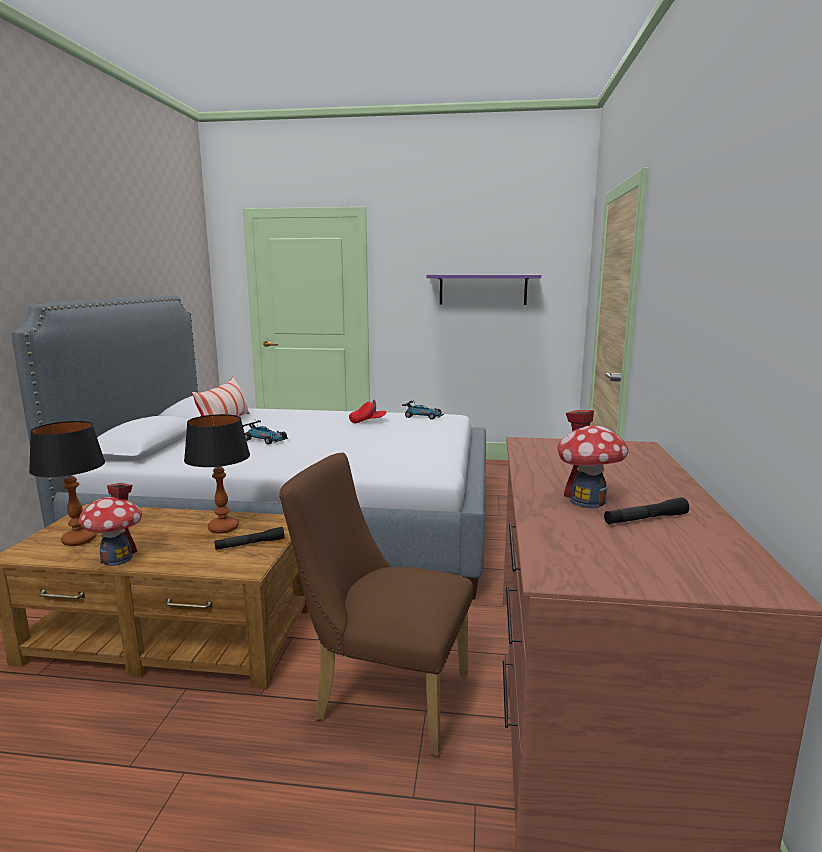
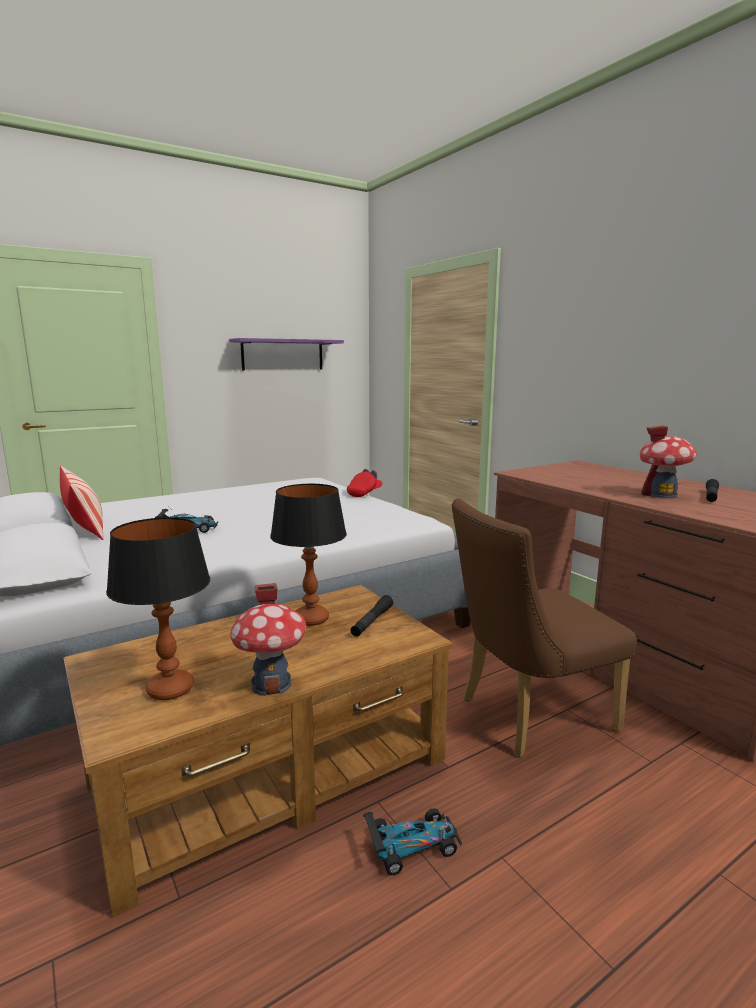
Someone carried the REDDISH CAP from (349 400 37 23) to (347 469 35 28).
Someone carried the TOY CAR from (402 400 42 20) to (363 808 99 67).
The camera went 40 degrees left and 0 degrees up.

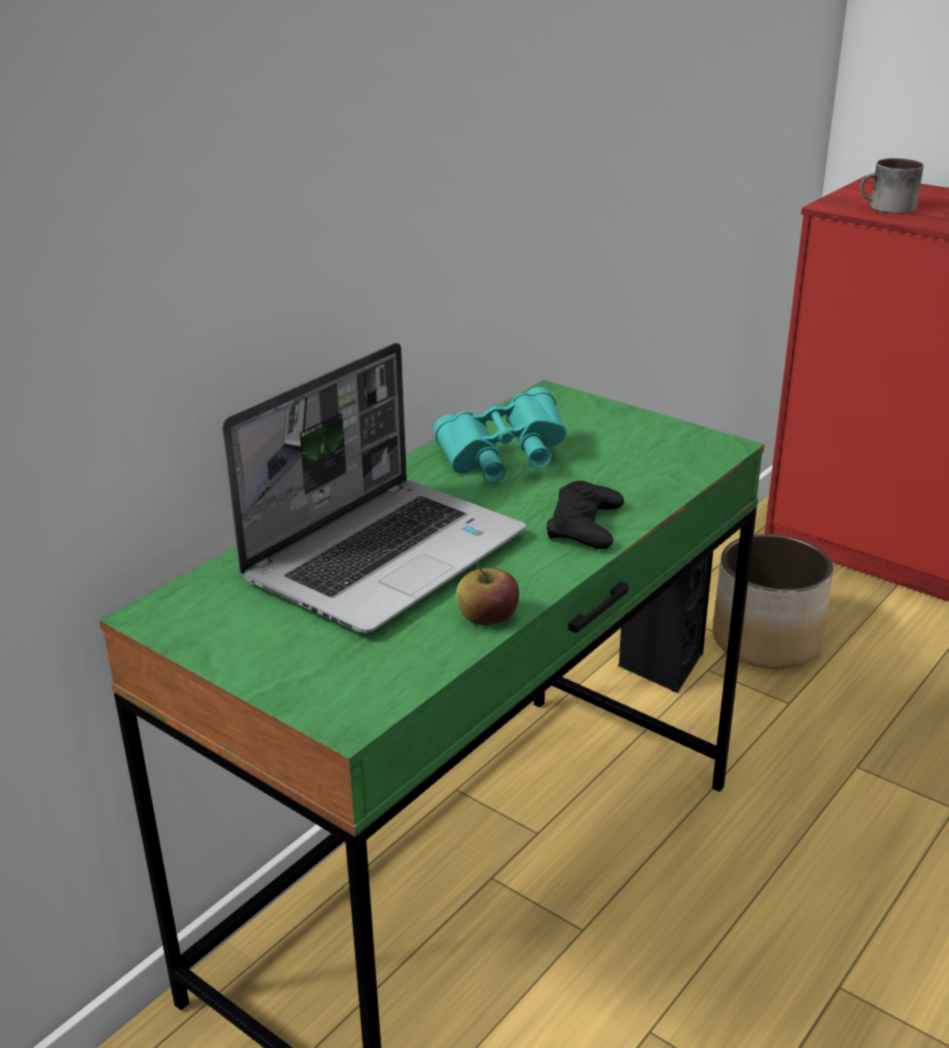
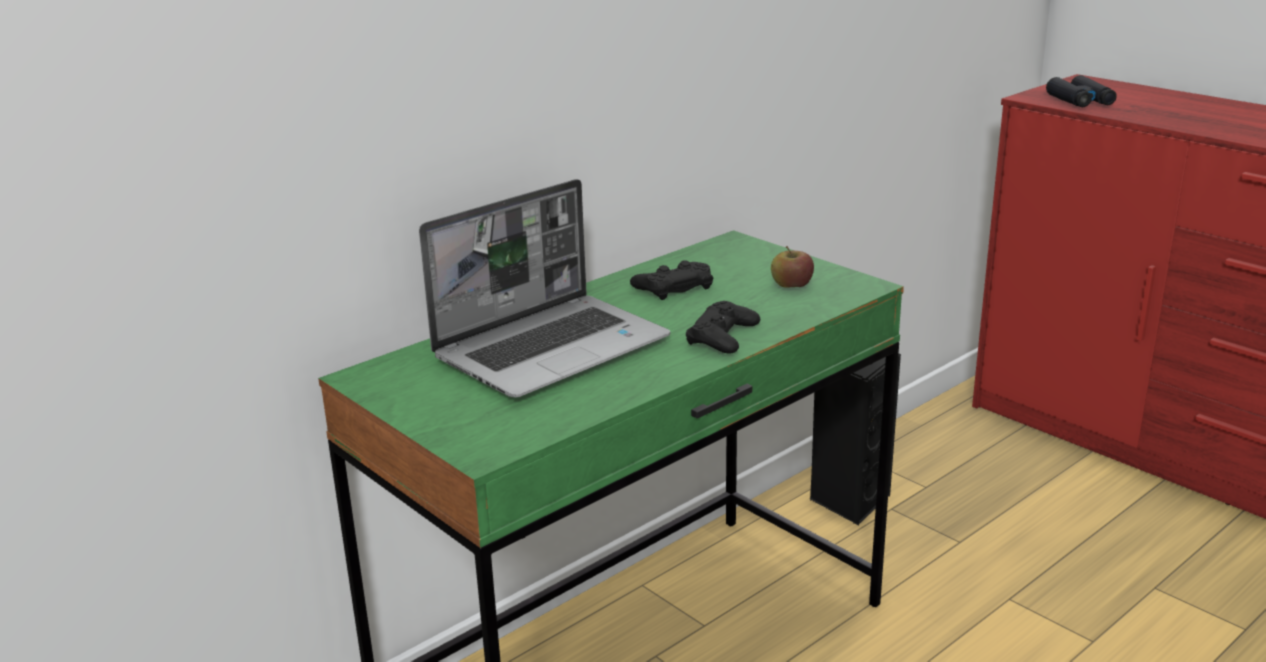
Someone swapped the TURQUOISE FIELD GLASSES at (433 387 134 96) for the BLACK GAMEPAD at (630 260 83 40).
Someone carried the WHOLE APPLE from (456 565 63 60) to (771 246 43 42).
Someone swapped the MUG at (860 158 63 56) for the BLACK FIELD GLASSES at (1046 75 71 32).
Someone took away the PLANTER at (713 534 121 135).
The camera went 10 degrees right and 5 degrees down.

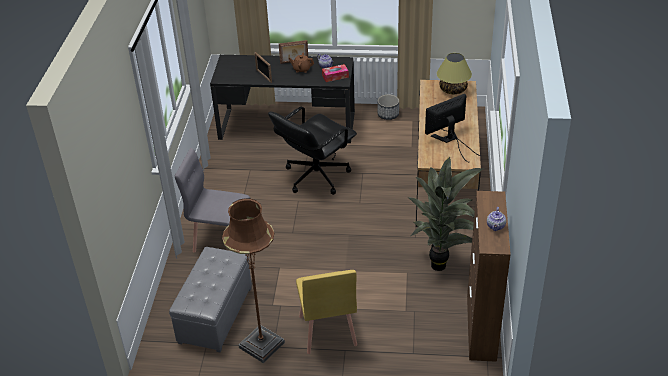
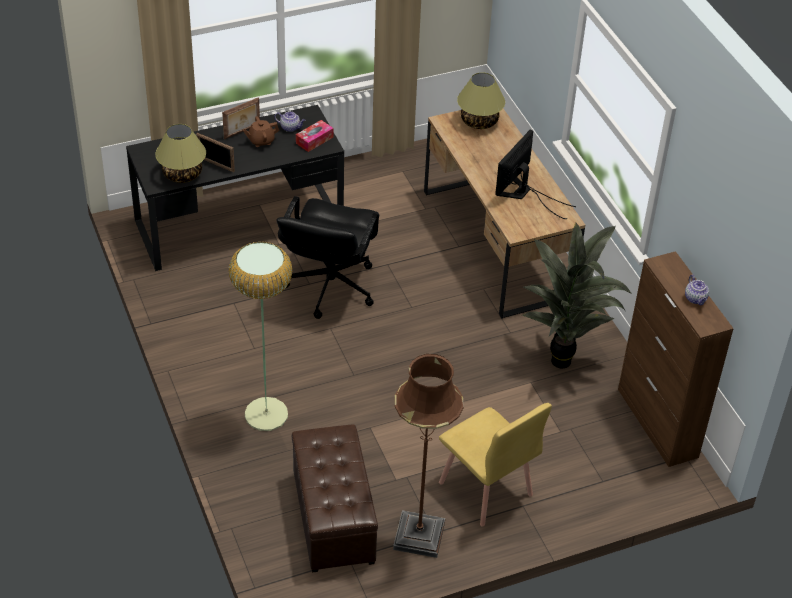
Someone put down the TABLETOP LAMP at (155 124 51 59).
Someone swapped the GREY CHAIR at (175 148 75 105) for the STANDING LAMP at (229 241 63 190).
Someone repainted the GREY POUFFE at (169 247 83 105), which became the BROWNISH POUFFE at (292 424 86 149).
Someone took away the PLANTER at (378 94 21 26).
The camera went 30 degrees left and 5 degrees up.

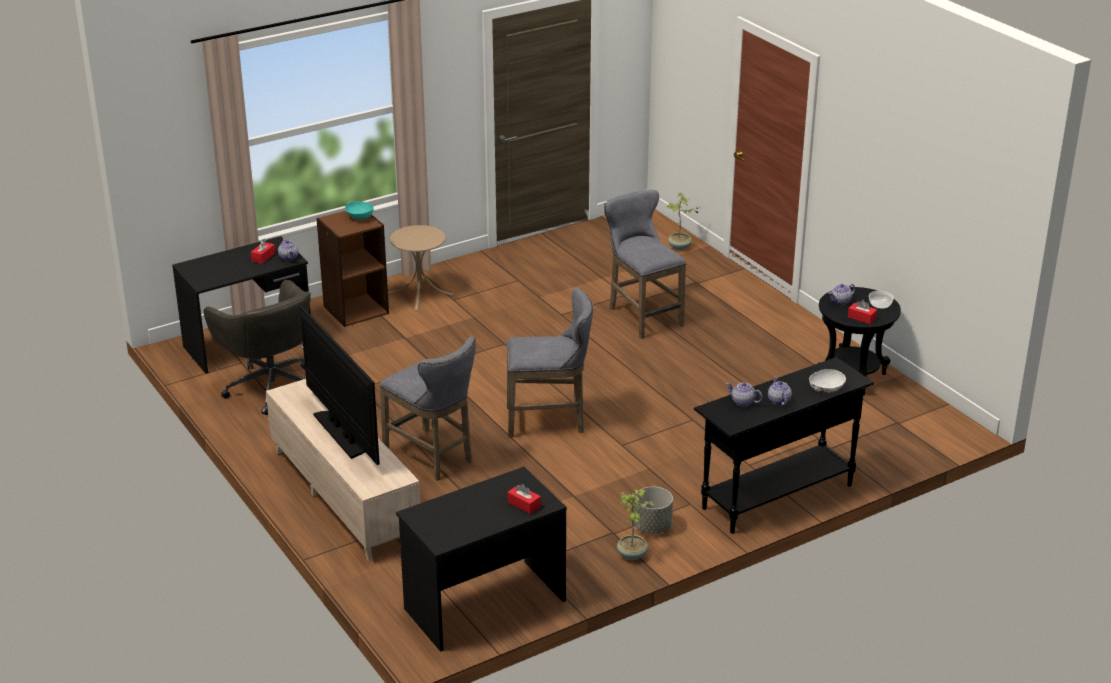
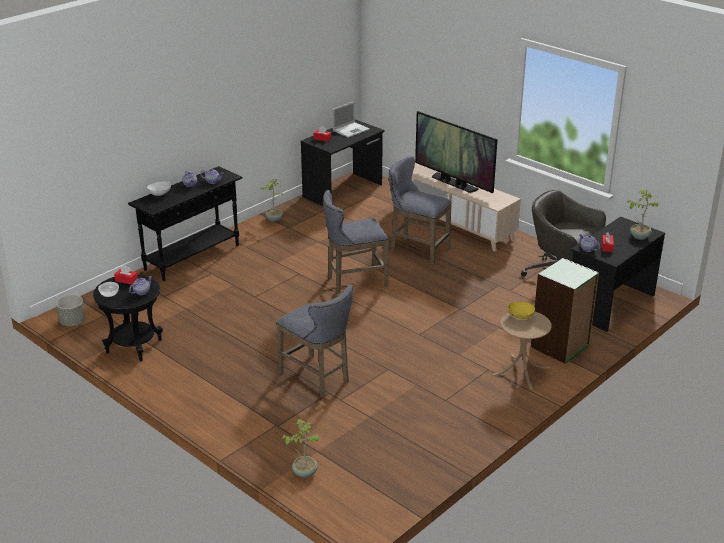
Someone carried the GREY PLANTER from (634 487 39 47) to (56 295 30 31).
Someone put down the LAPTOP at (332 101 38 37).
Someone put down the YELLOW SERVING BOWL at (507 302 28 17).
Someone repainted the BROWNISH BOOKSHELF at (316 211 73 116), which became the GREEN-COLOURED BOOKSHELF at (531 258 68 106).
Someone put down the HOUSEPLANT at (627 189 32 51).
Someone took away the TURQUOISE SERVING BOWL at (345 201 29 19).
The camera went 165 degrees right and 0 degrees up.

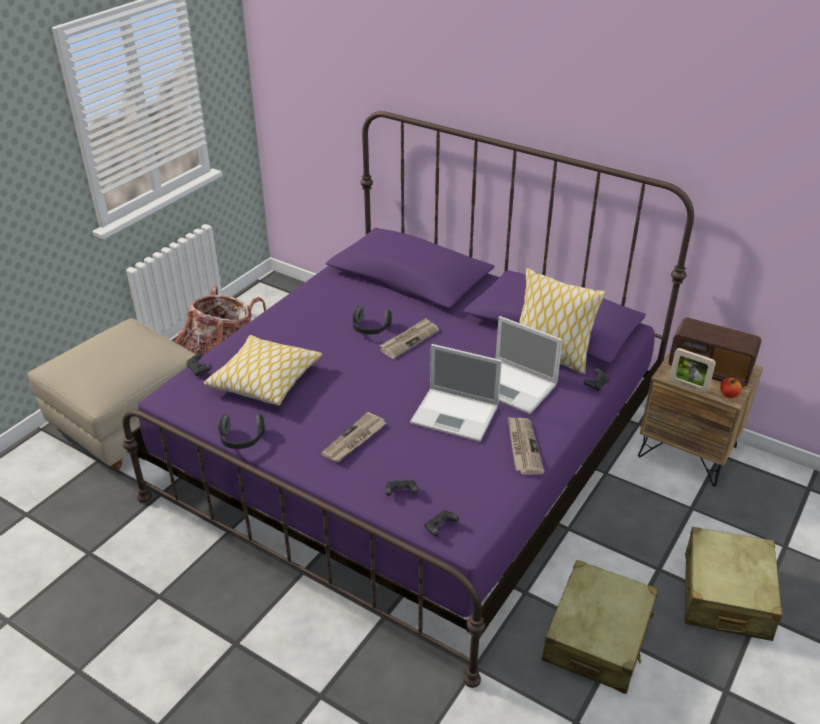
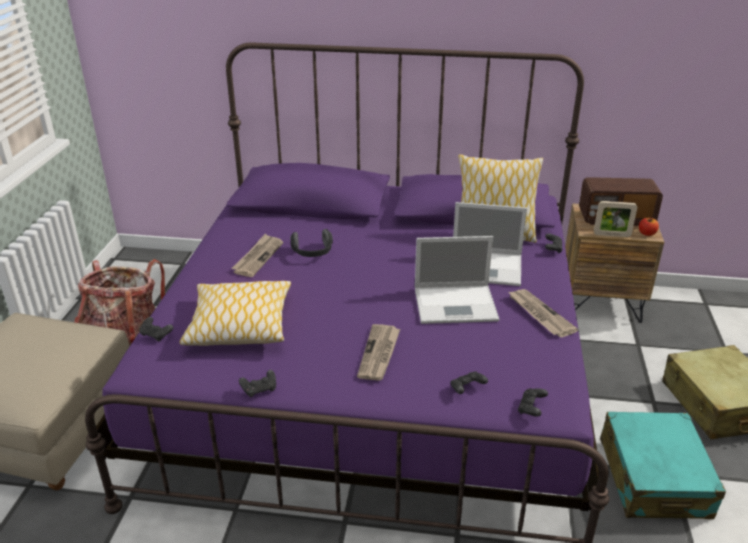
Someone carried the PRINTED PAPER from (379 318 60 41) to (231 234 52 43).
Someone swapped the PAIR OF HEADPHONES at (218 414 48 35) for the BLACK GAMEPAD at (239 370 37 28).
Someone repainted the BEIGE-COLOURED PIECE OF LUGGAGE at (542 560 116 134), which became the TURQUOISE PIECE OF LUGGAGE at (600 412 126 107).
The camera went 25 degrees left and 5 degrees down.

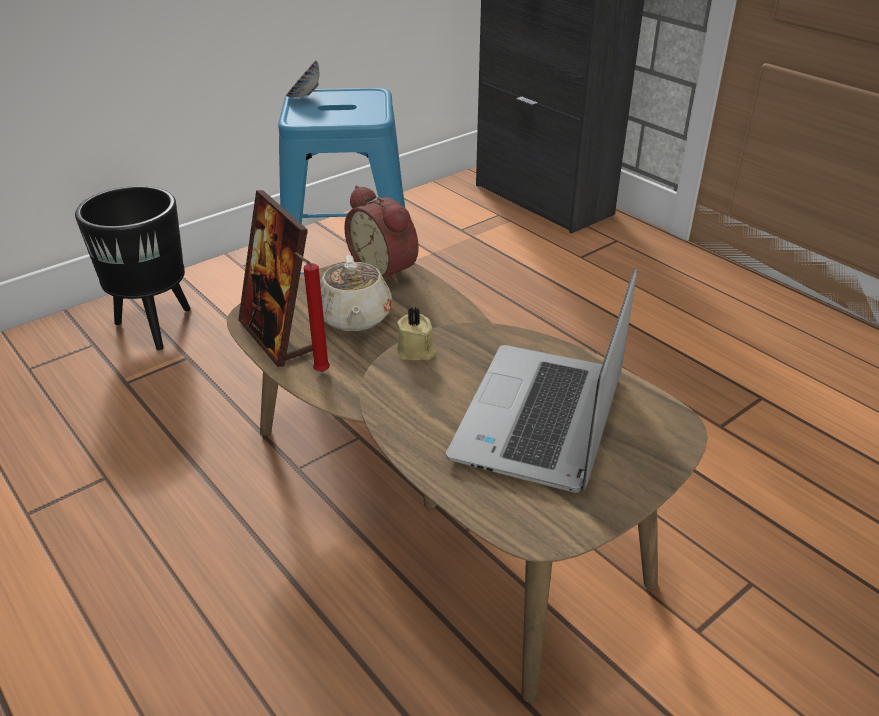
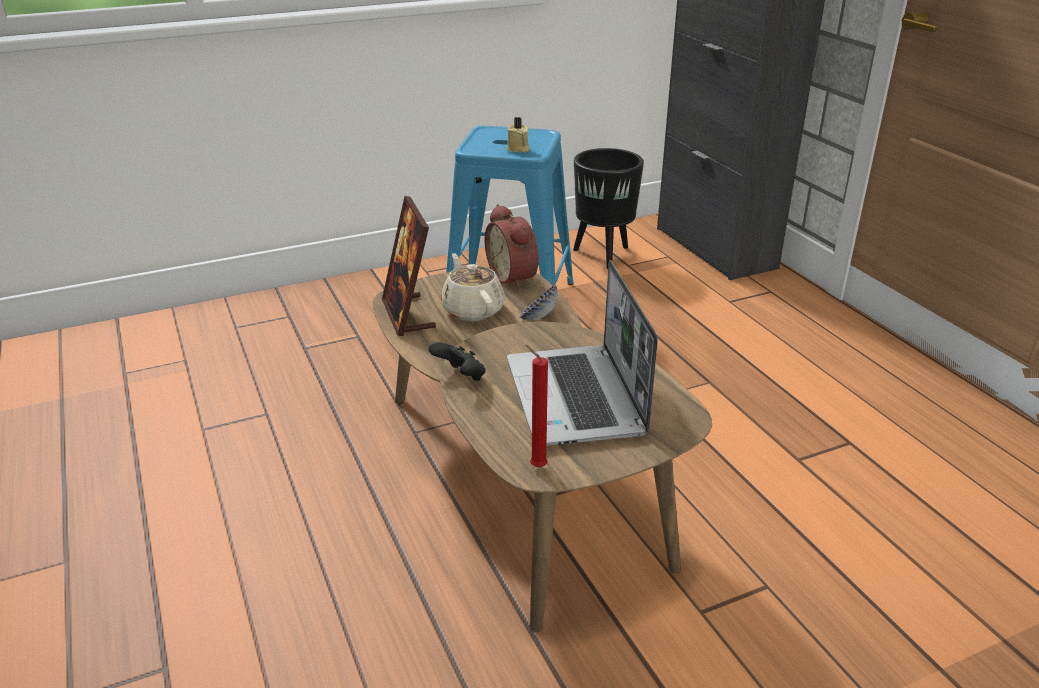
Someone put down the BLACK GAMEPAD at (428 342 58 39).
Someone rotated the BEIGE-COLOURED POT FOR TEA at (320 255 72 76) by 150 degrees clockwise.
Someone carried the BEIGE-COLOURED CANDLE from (397 307 39 53) to (507 117 23 35).
Someone rotated the LAPTOP at (446 267 191 226) by 45 degrees counterclockwise.
Someone carried the SERVING BOWL from (286 60 34 38) to (519 285 39 35).
Someone carried the REDDISH CANDLE from (295 252 35 120) to (526 345 22 122).
Someone carried the BLACK PLANTER from (75 186 116 164) to (573 148 71 121).
The camera went 15 degrees right and 5 degrees down.

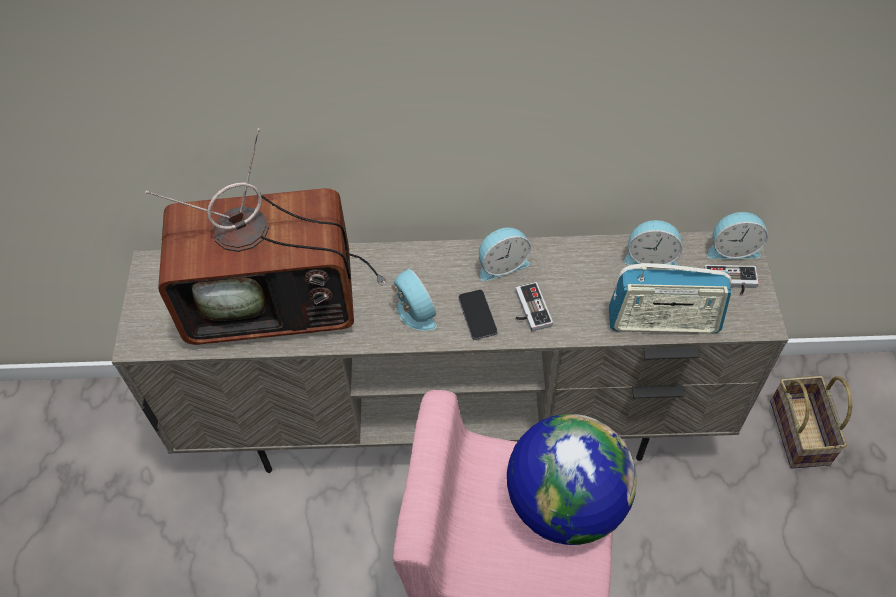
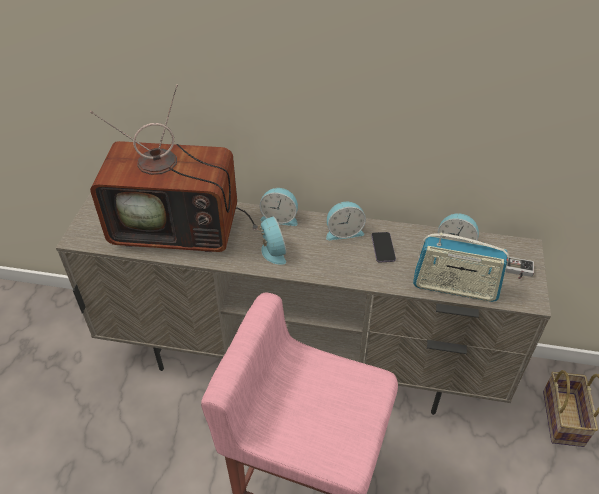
Someone carried the TABLE CLOCK from (708 212 60 47) to (260 188 38 38).
Someone carried the TELEPHONE from (458 290 39 50) to (371 232 25 30).
Someone took away the DESK GLOBE at (507 414 130 131).
Someone took away the GAMEPAD at (515 282 38 49).
The camera went 10 degrees right and 10 degrees down.

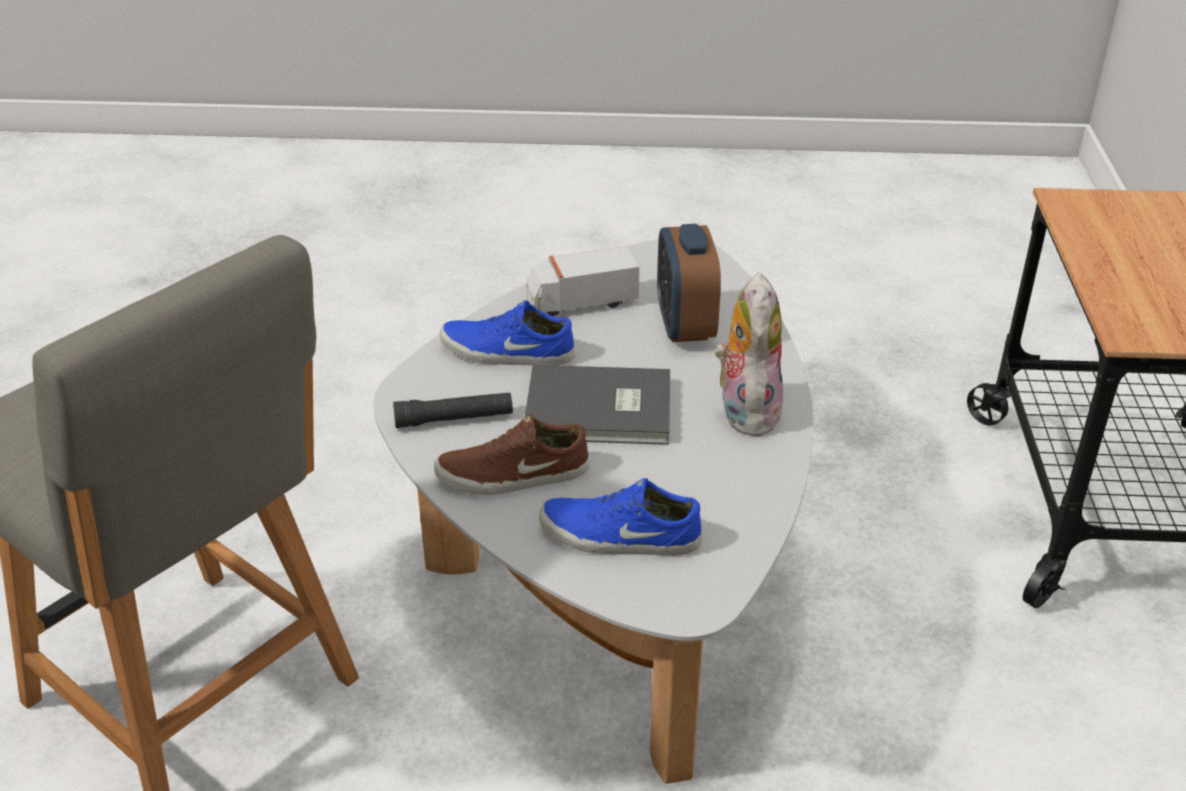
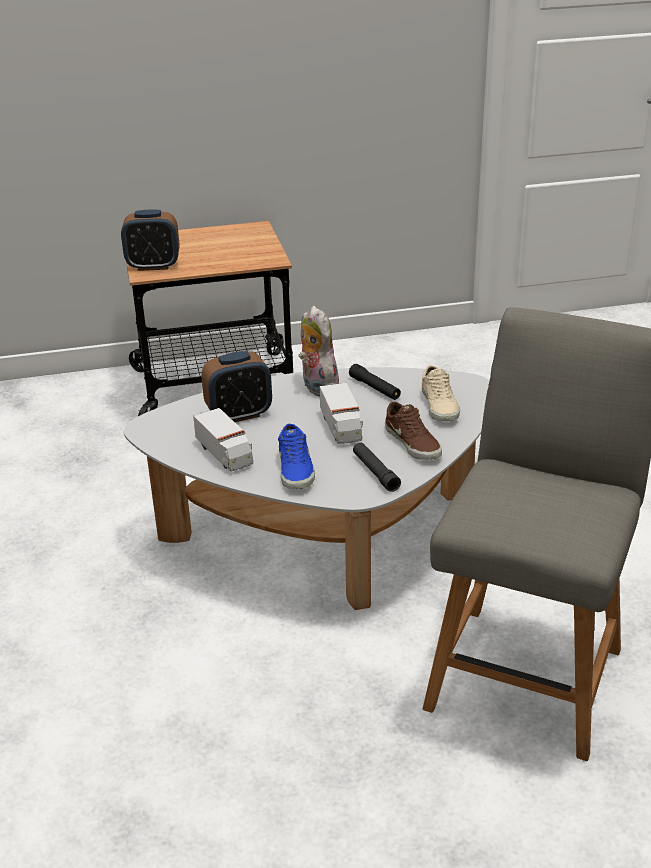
Someone put down the TABLE CLOCK at (121 210 58 61).
Someone rotated the PLUSH TOY at (714 272 69 164) by 75 degrees clockwise.
Someone swapped the GREY BOUND BOOK at (524 365 146 80) for the MODEL TRUCK at (319 383 44 61).
Someone put down the BLACK TORCH at (349 364 52 36).
Someone repainted the BLUE-COLOURED SHOE at (539 478 163 78), which became the BEIGE-COLOURED SHOE at (422 365 38 56).
The camera went 105 degrees left and 5 degrees down.

